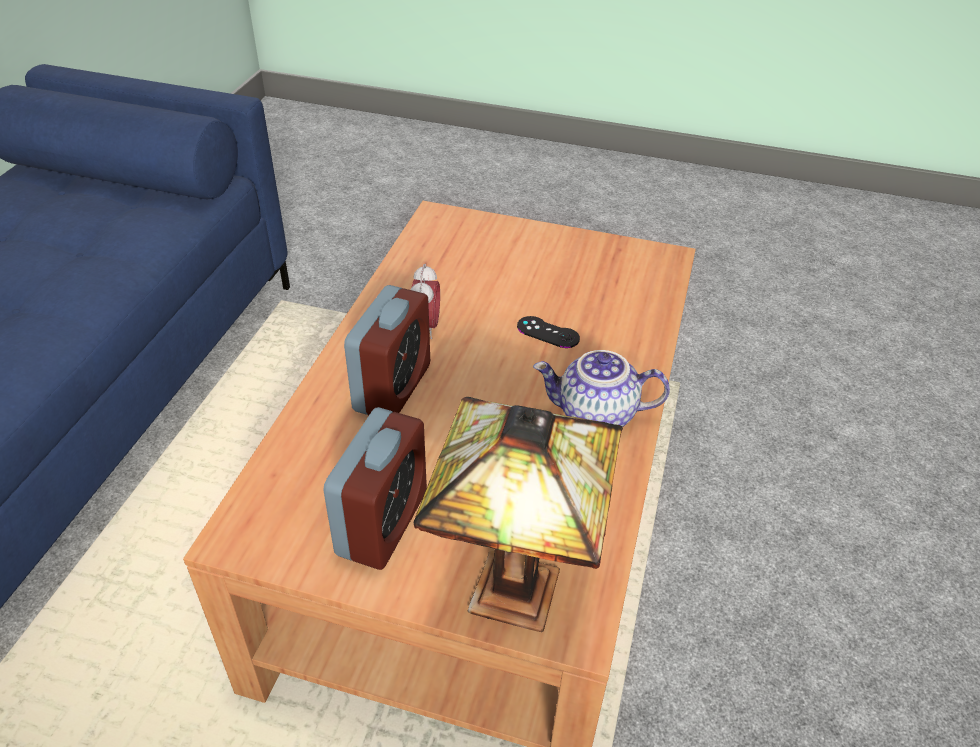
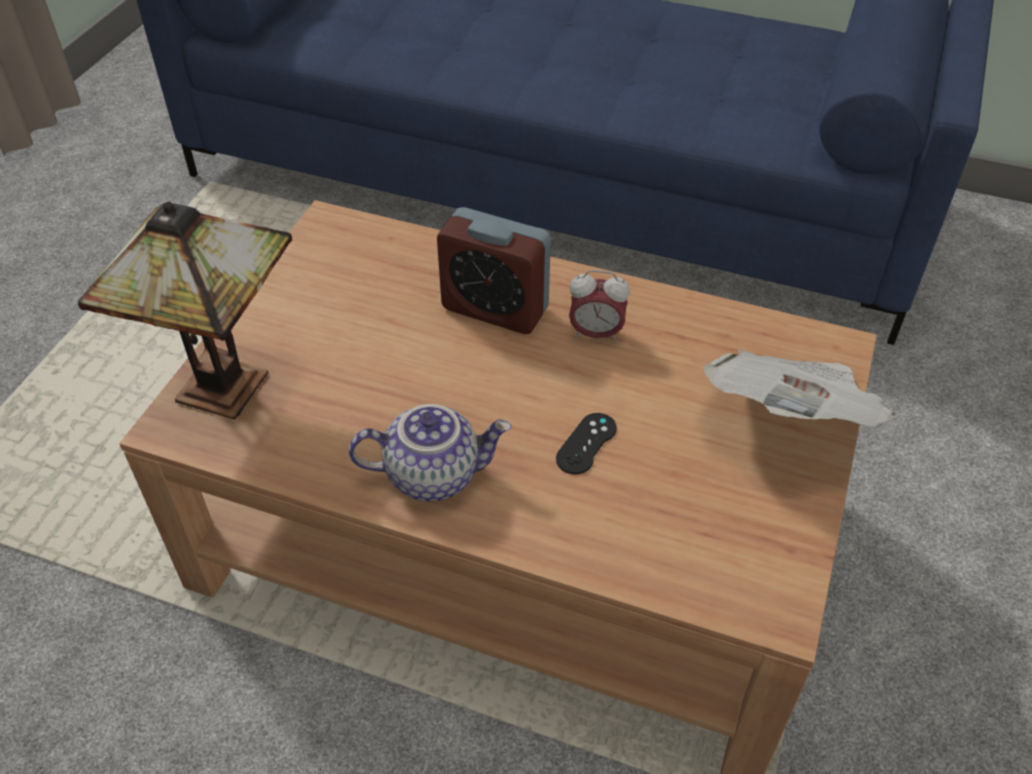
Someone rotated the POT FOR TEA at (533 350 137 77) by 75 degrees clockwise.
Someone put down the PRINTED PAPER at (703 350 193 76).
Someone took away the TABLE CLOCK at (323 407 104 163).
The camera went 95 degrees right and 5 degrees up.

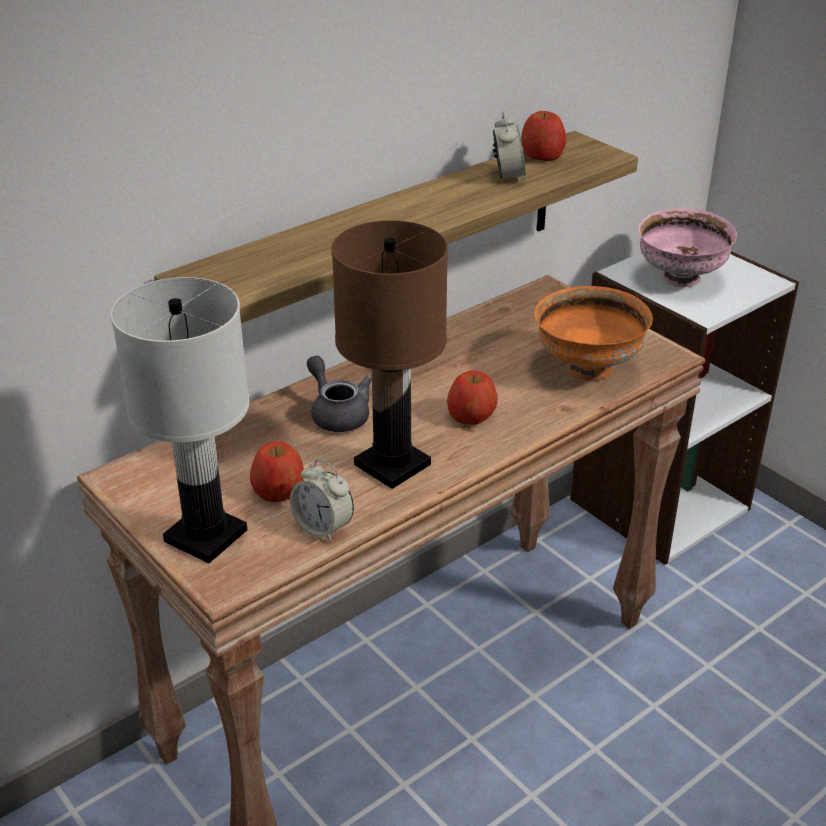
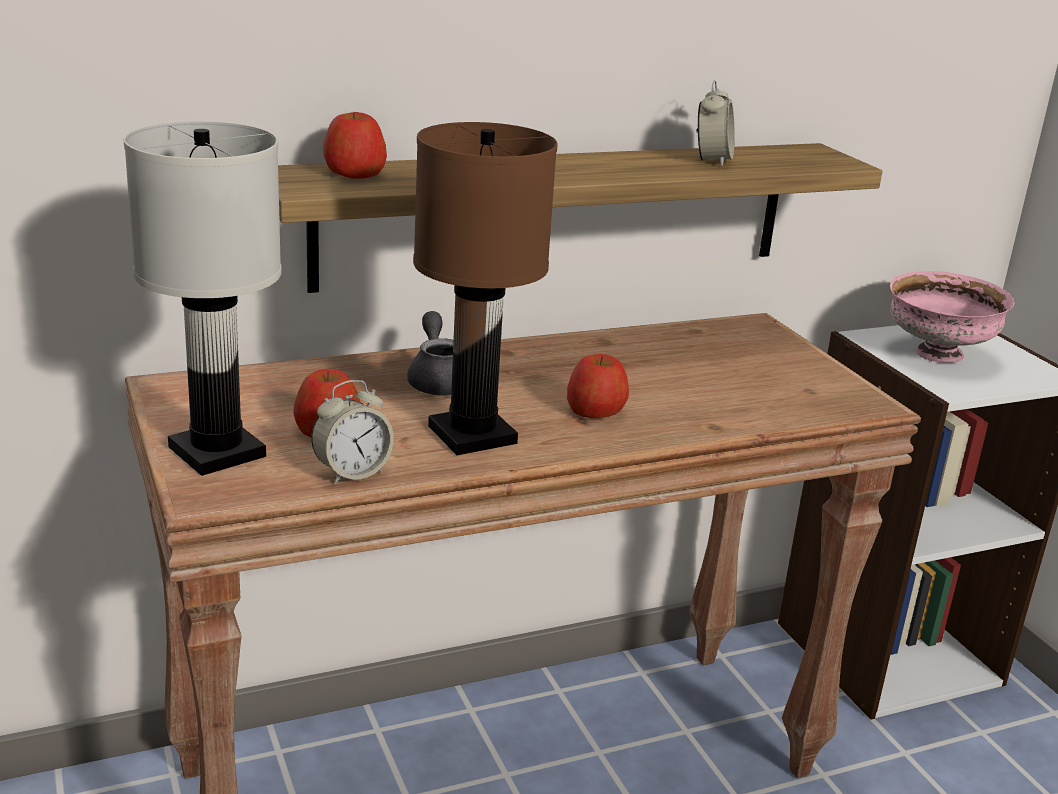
Someone rotated the TABLE CLOCK at (290 459 64 83) by 90 degrees counterclockwise.
Someone carried the WHOLE APPLE from (521 111 45 50) to (323 112 64 67).
Someone took away the ORANGEY SERVING BOWL at (534 286 119 95).
The camera went 15 degrees right and 10 degrees down.

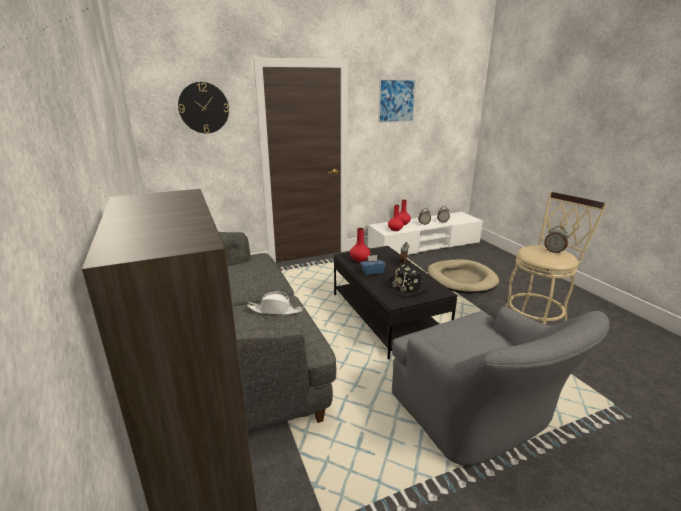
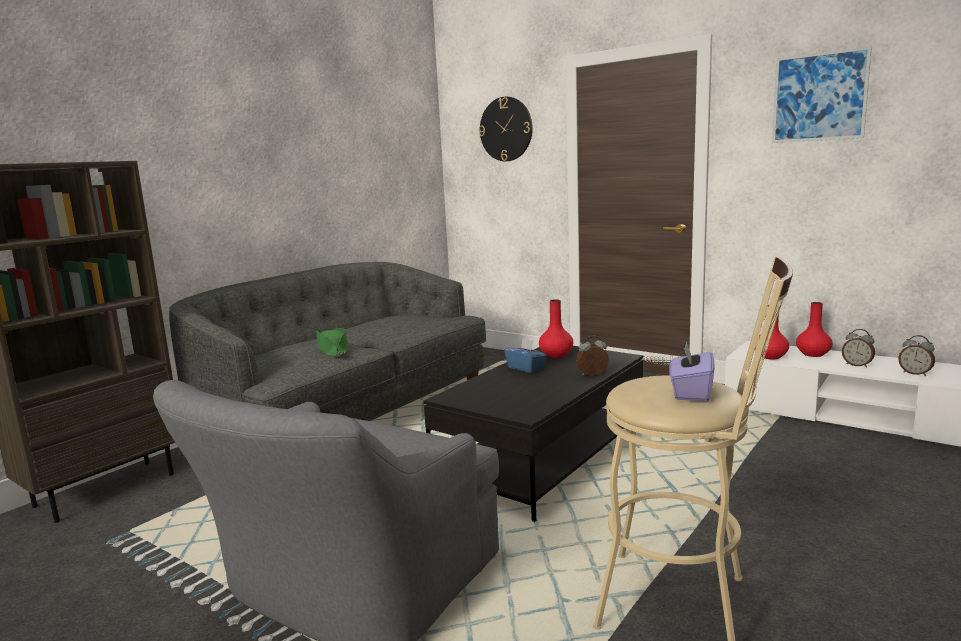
Someone repainted the WHITISH WEARABLE HAT at (247 291 57 24), which became the GREEN-COLOURED WEARABLE HAT at (316 328 32 28).
Someone swapped the TABLE CLOCK at (545 226 23 28) for the PURPLE BOX OF TISSUES at (669 341 45 60).
Someone took away the BLACK WEARABLE HAT at (387 265 42 32).
Someone took away the BEIGE-COLOURED DOG BED at (427 260 72 34).
The camera went 60 degrees right and 10 degrees down.

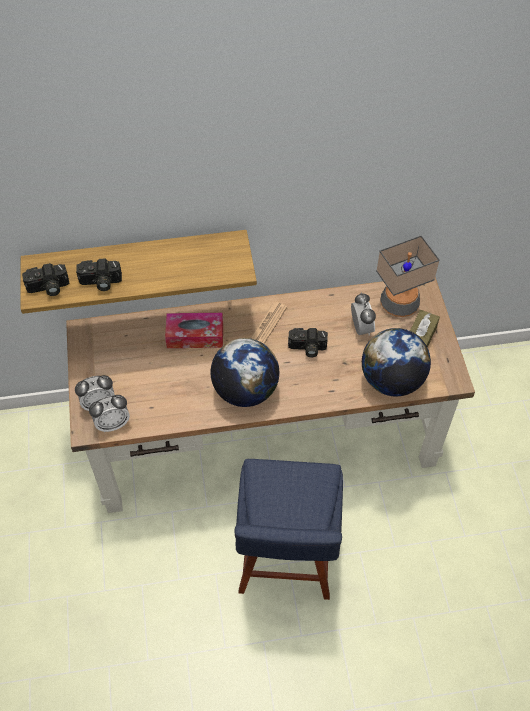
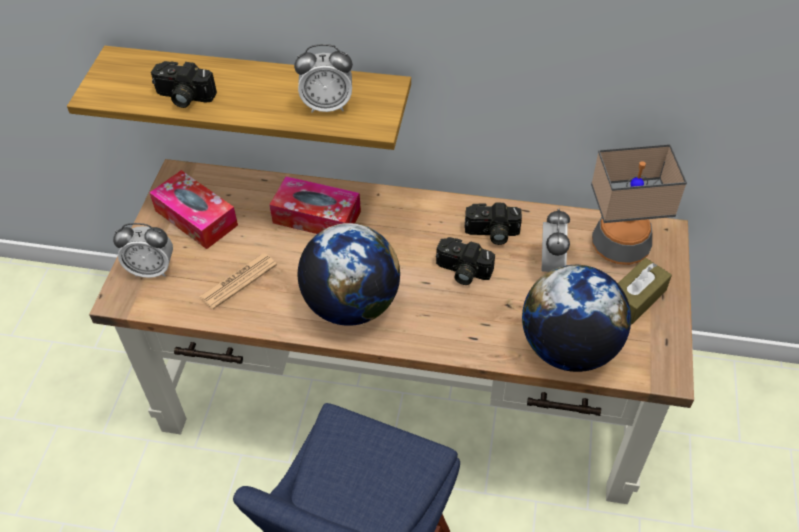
Someone put down the BOX OF TISSUES at (149 170 89 79).
Someone carried the PRINTED PAPER from (250 302 37 42) to (199 253 78 56).
Someone carried the TABLE CLOCK from (89 395 41 37) to (294 44 59 69).
Someone carried the PHOTO CAMERA from (22 263 48 33) to (465 203 57 42).
The camera went 20 degrees right and 5 degrees down.

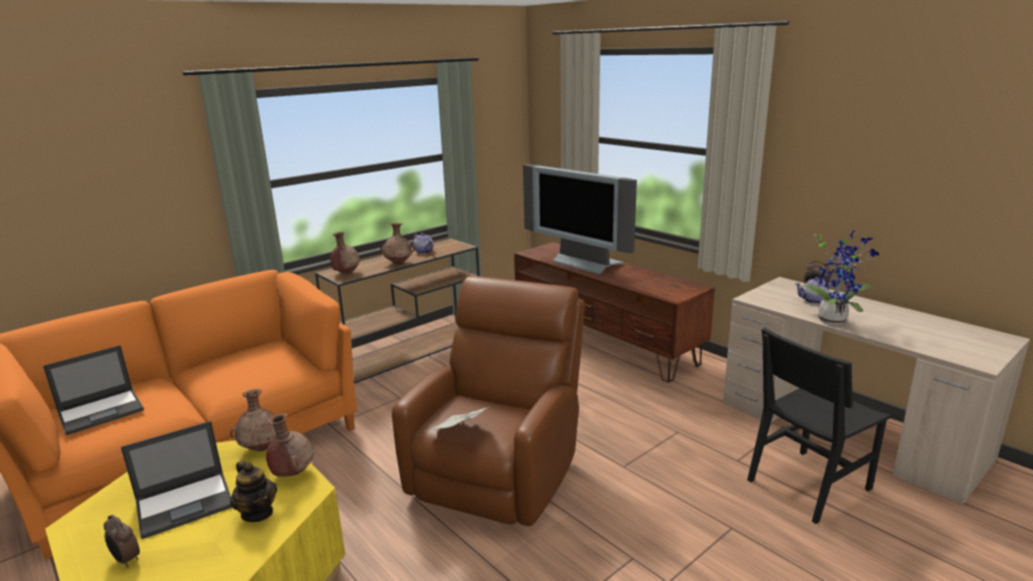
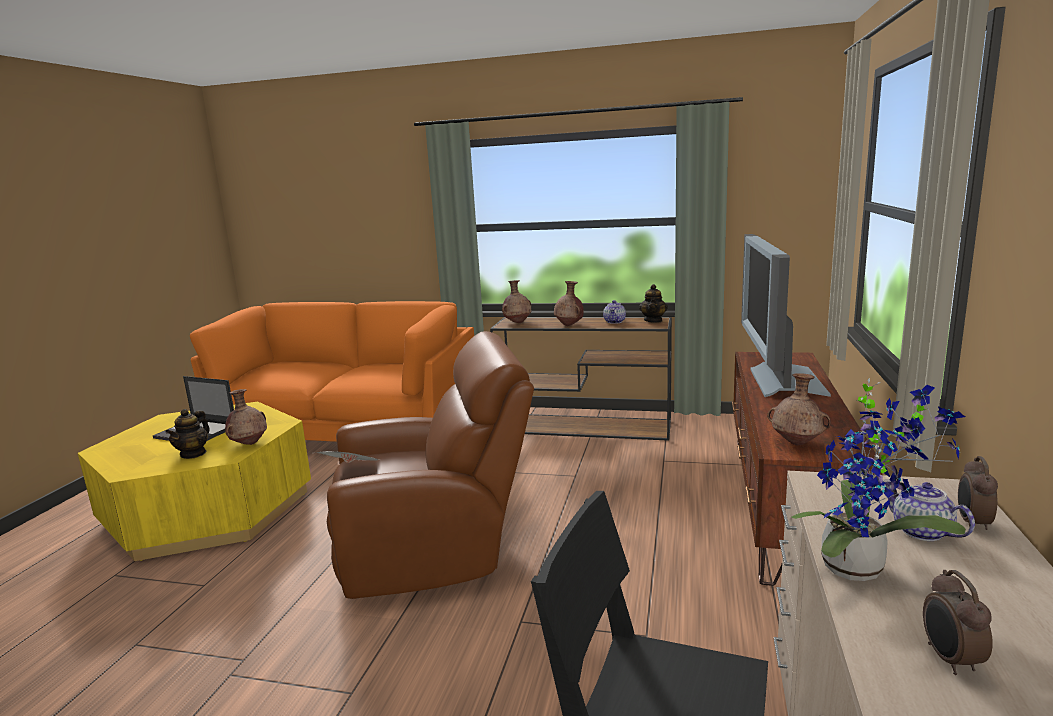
Someone put down the POT FOR TEA at (639 284 29 39).
Someone carried the BROWNISH FLOWER VASE from (230 389 46 62) to (767 373 64 72).
Someone carried the TABLE CLOCK from (104 515 36 53) to (923 570 70 105).
Someone took away the LAPTOP at (43 345 101 90).
The camera went 55 degrees right and 5 degrees down.

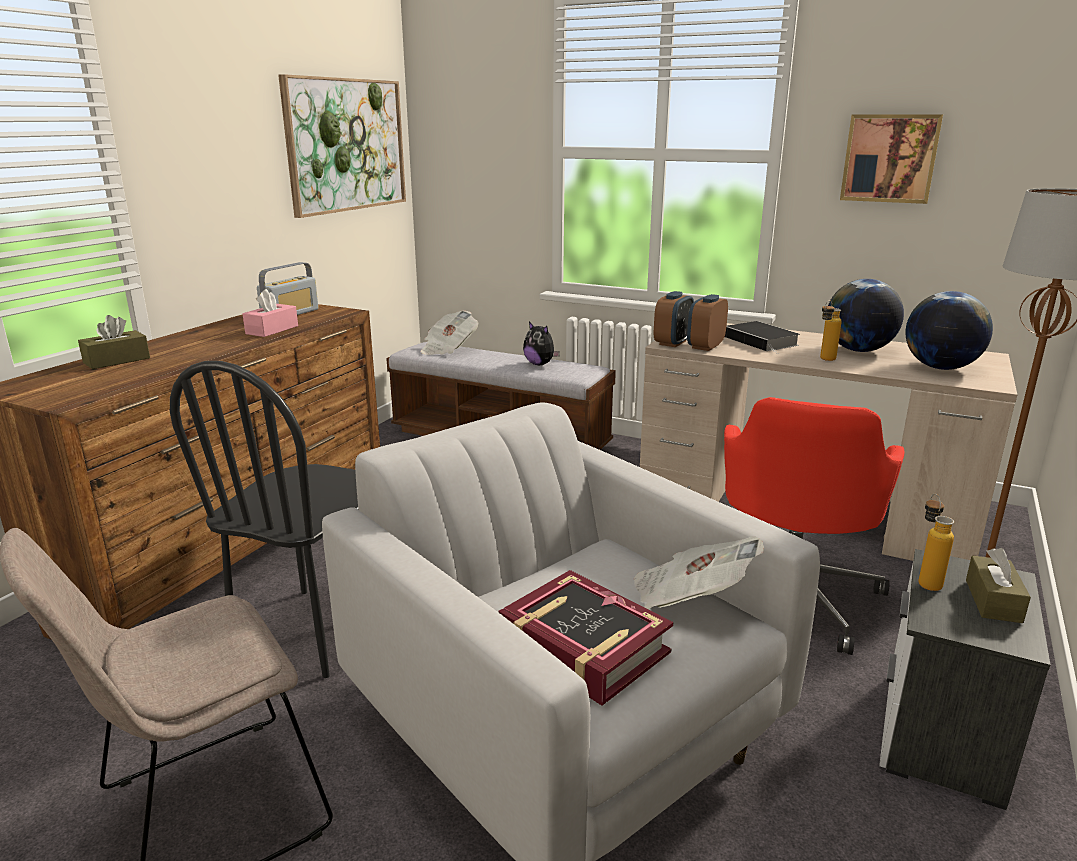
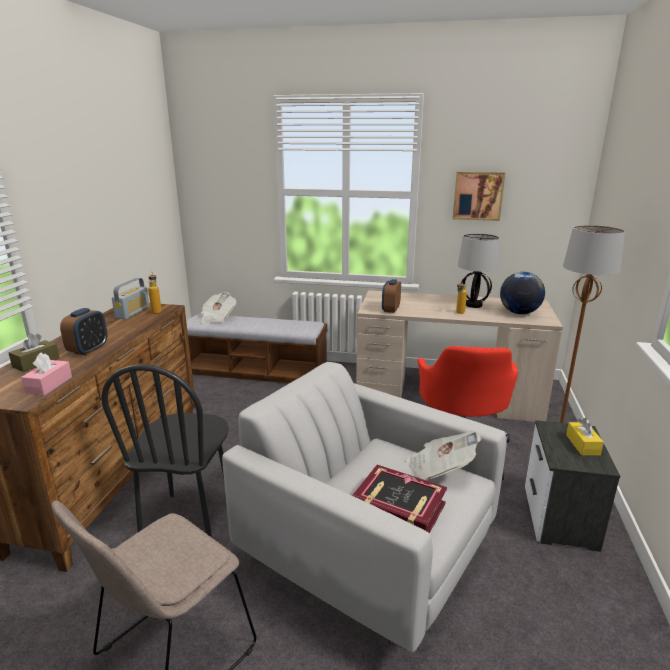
Someone carried the PINK-COLOURED BOX OF TISSUES from (243 289 55 48) to (21 353 51 43).
Someone carried the TABLE CLOCK from (654 291 40 56) to (60 308 47 48).
Someone carried the BEVERAGE BOTTLE from (918 494 36 97) to (148 274 14 40).
Someone swapped the DESK GLOBE at (828 279 76 73) for the TABLETOP LAMP at (458 234 42 74).
Someone repainted the BROWNISH BOX OF TISSUES at (966 548 65 75), which became the YELLOW BOX OF TISSUES at (566 418 38 37).
Someone took away the PICTURE at (278 74 128 144).
Someone took away the PLUSH TOY at (523 322 37 43).
Someone took away the BOUND BOOK at (725 321 75 33).
The camera went 15 degrees left and 0 degrees up.

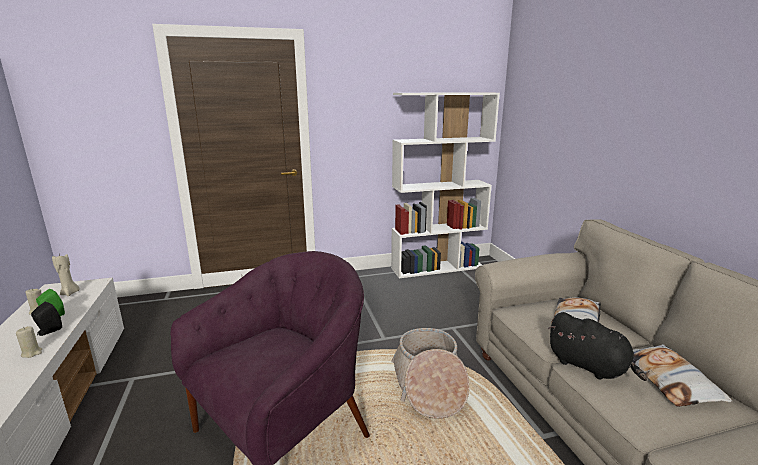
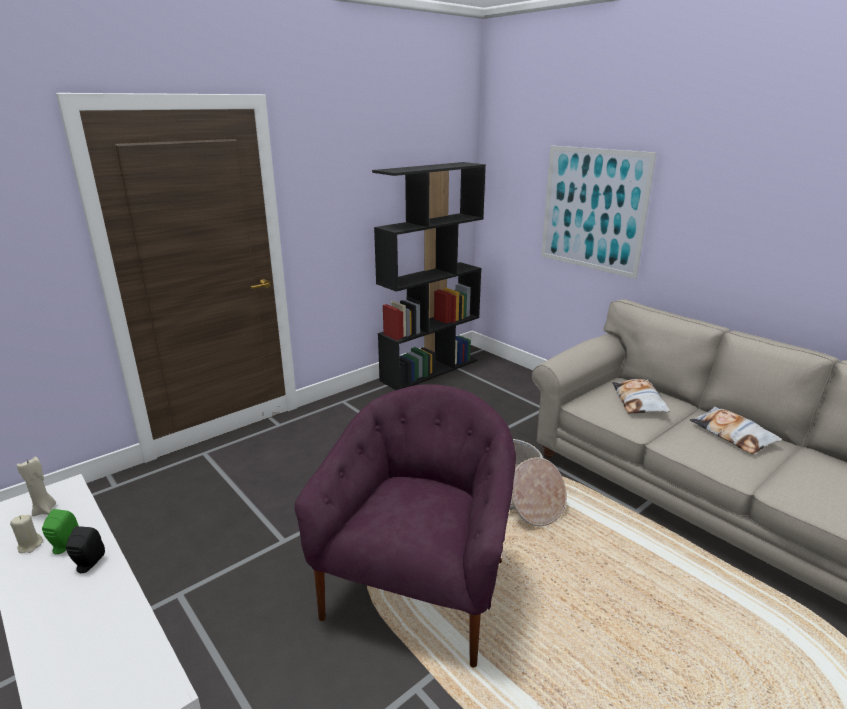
Someone repainted the WHITISH BOOKSHELF at (391 92 109 186), which became the BLACK BOOKSHELF at (372 162 114 228).
Someone put up the PICTURE at (541 146 116 133).
Someone took away the BEIGE-COLOURED CANDLE at (16 326 26 32).
Someone took away the BLACK PLUSH TOY at (548 312 100 69).
The camera went 25 degrees left and 5 degrees up.

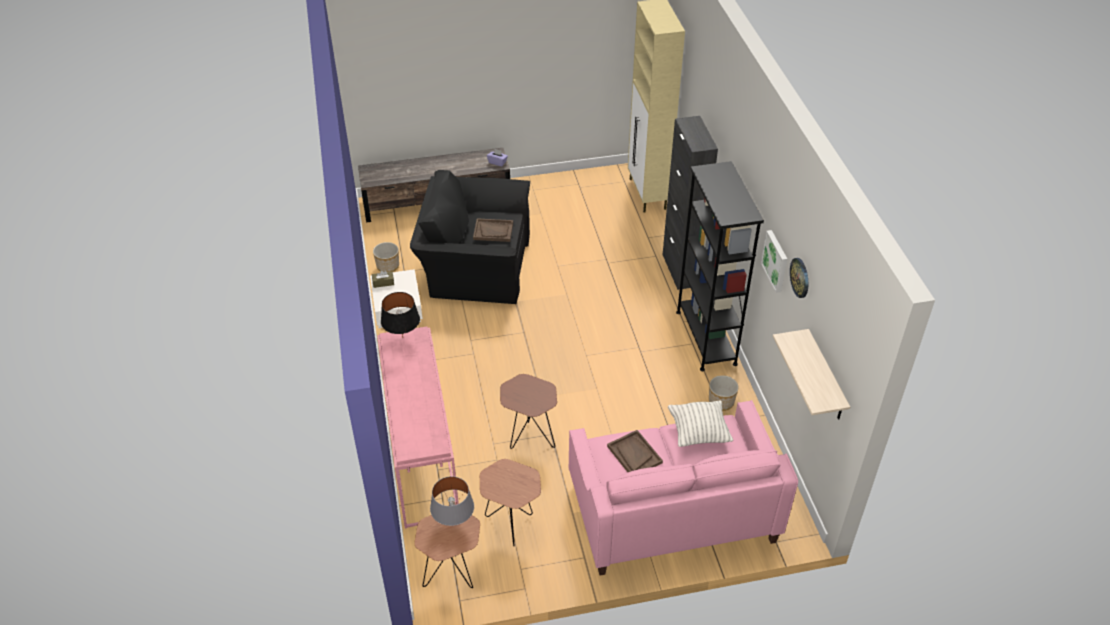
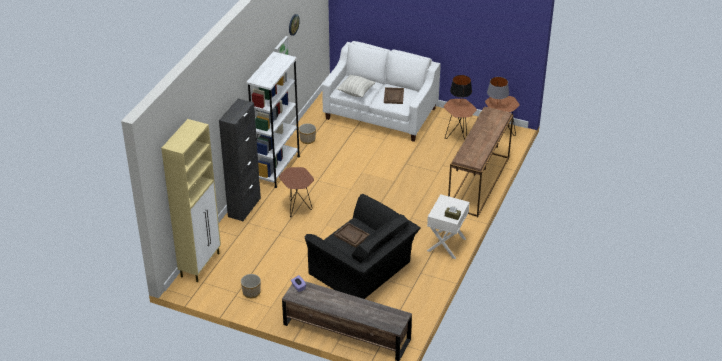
Someone carried the PLANTER from (373 242 26 30) to (241 274 20 24).
Someone repainted the BLACK BOOKSHELF at (676 161 88 210), which became the WHITISH BOOKSHELF at (246 52 54 136).
Someone carried the BROWNISH END TABLE from (500 374 57 75) to (279 167 35 51).
Someone repainted the PINK-COLOURED SETTEE at (569 400 229 175), which became the WHITISH SETTEE at (322 41 119 101).
Someone repainted the PINK-COLOURED HALL TABLE at (377 327 82 202), which became the BROWNISH HALL TABLE at (448 107 66 110).
Someone carried the BLACK TABLETOP LAMP from (381 292 39 46) to (450 75 22 28).
Someone took away the WALL SHELF at (773 329 77 91).
The camera went 145 degrees left and 5 degrees down.

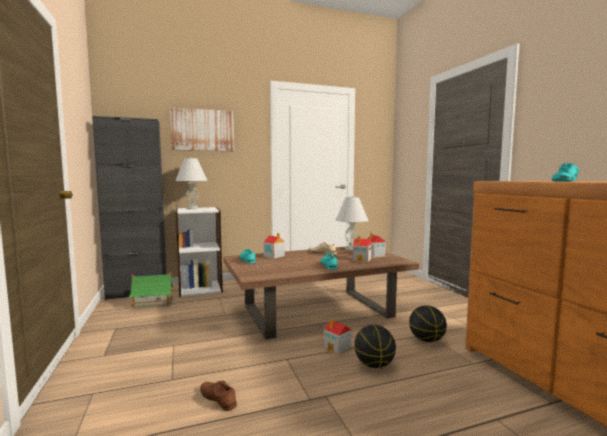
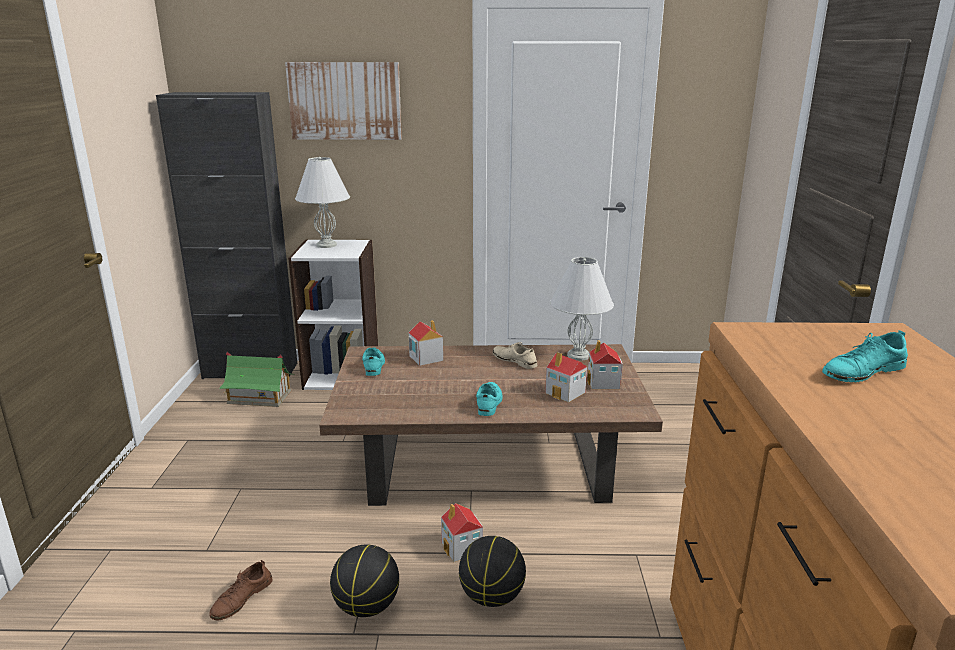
Someone rotated the BROWNISH SHOE at (200 381 37 30) by 120 degrees counterclockwise.
Someone carried the BALL FOR BASKETBALL from (409 305 38 37) to (330 544 69 73).
The camera went 20 degrees right and 15 degrees up.

